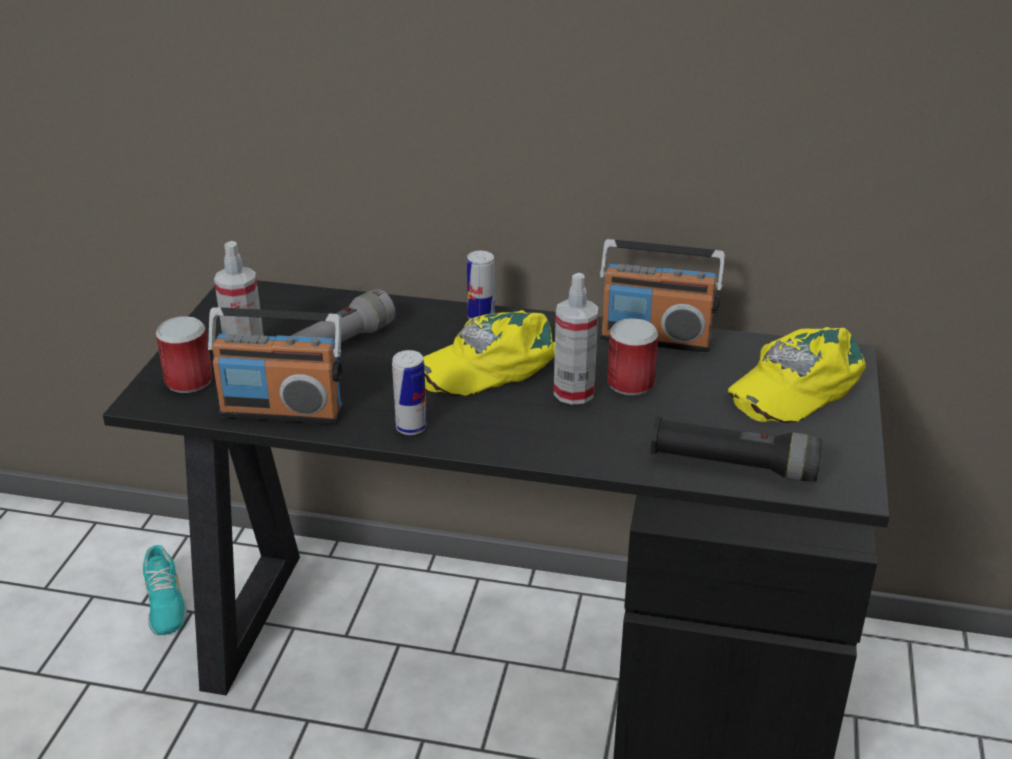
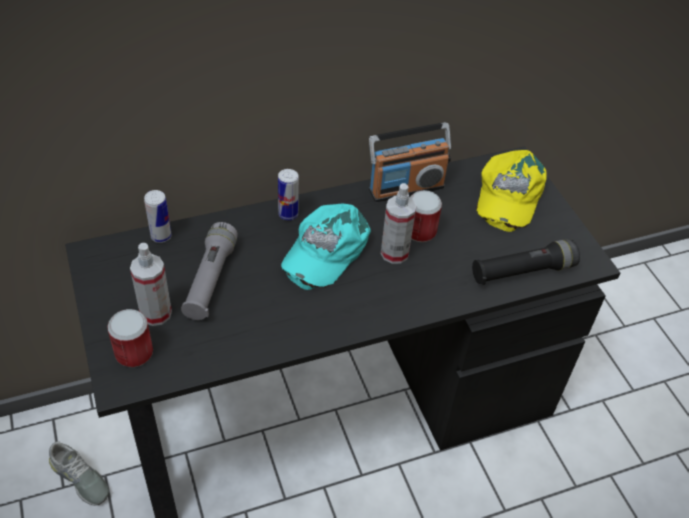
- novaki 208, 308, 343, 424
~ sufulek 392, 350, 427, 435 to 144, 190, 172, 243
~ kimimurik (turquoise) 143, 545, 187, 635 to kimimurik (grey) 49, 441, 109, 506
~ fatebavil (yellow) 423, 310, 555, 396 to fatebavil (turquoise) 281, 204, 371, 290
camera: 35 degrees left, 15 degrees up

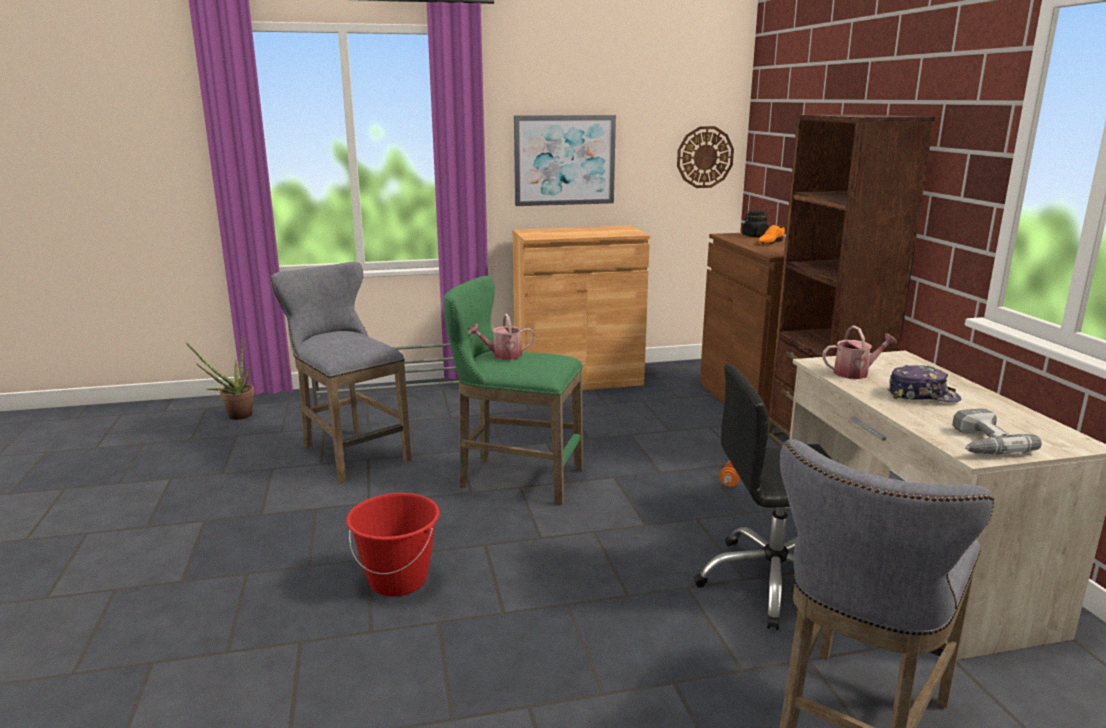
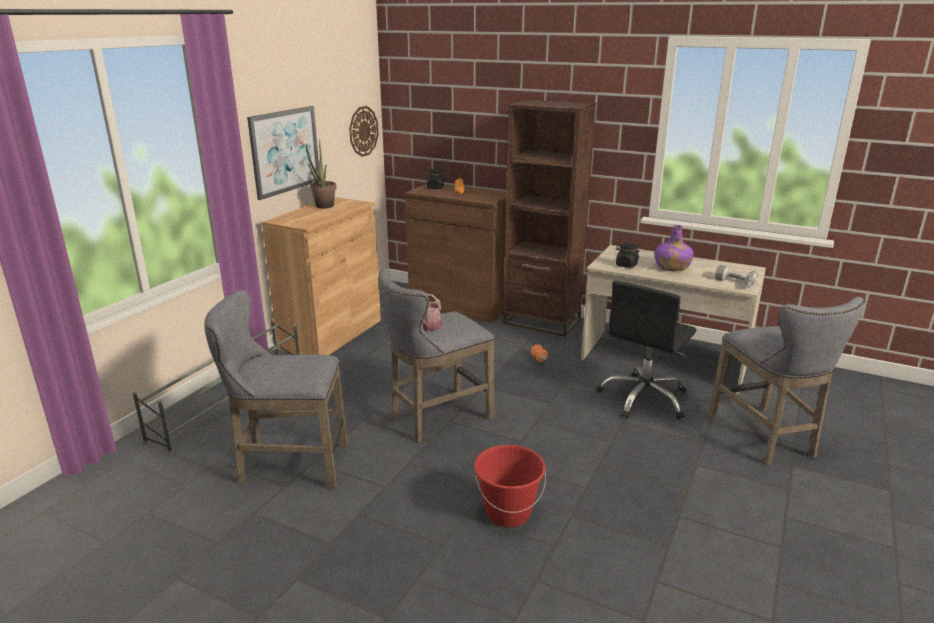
~ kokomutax 186, 336, 255, 420 to 306, 139, 336, 208
~ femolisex 822, 325, 897, 379 to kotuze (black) 616, 243, 640, 268
~ fatebavil 887, 365, 961, 402 to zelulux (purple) 655, 225, 694, 272
~ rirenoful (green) 444, 276, 583, 505 to rirenoful (grey) 378, 268, 494, 443
camera: 50 degrees left, 5 degrees up

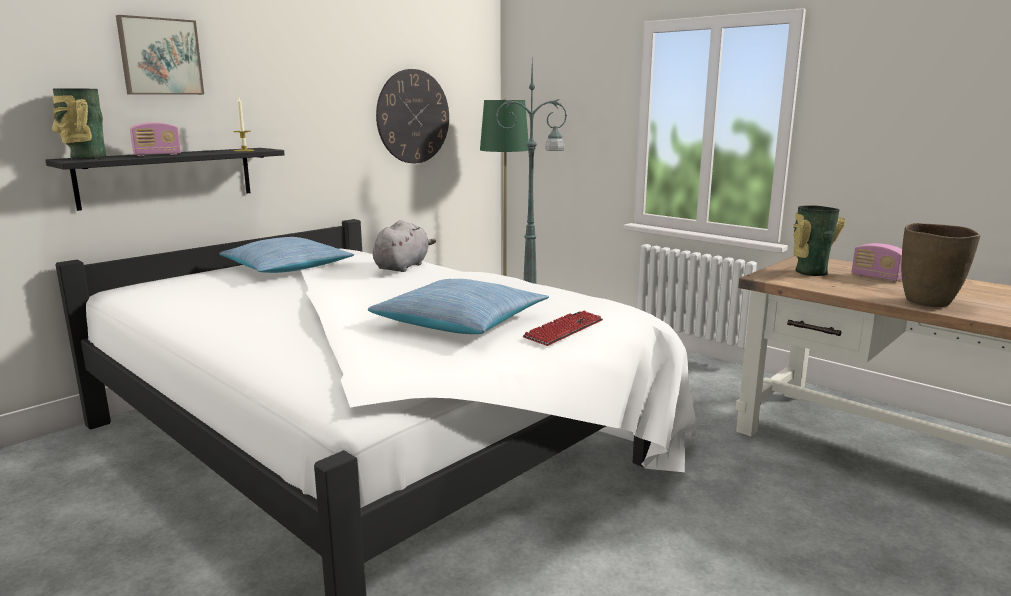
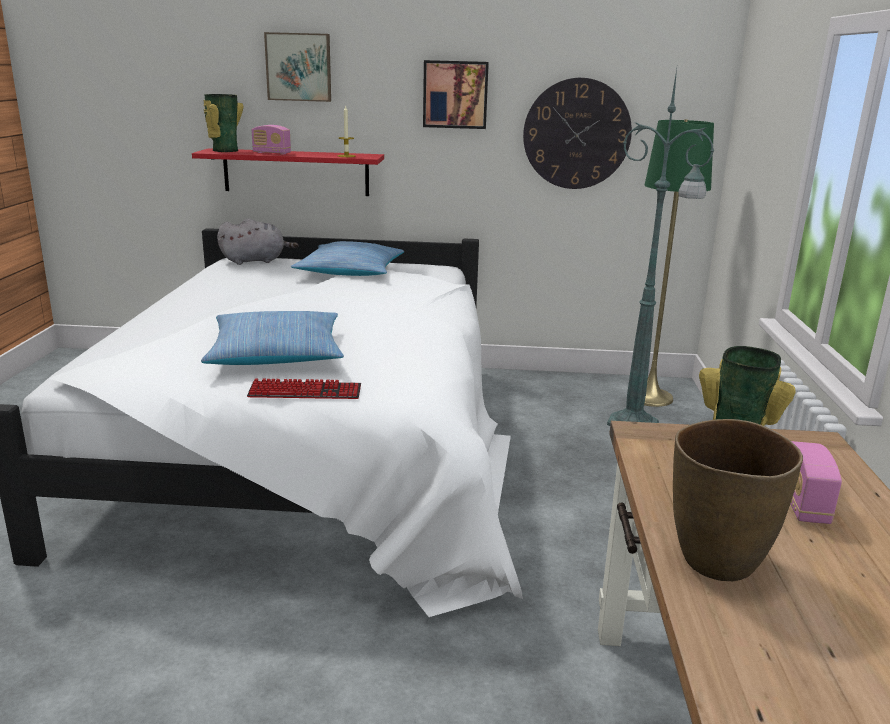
+ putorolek 423, 60, 489, 129
~ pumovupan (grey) 373, 220, 436, 272 to 217, 219, 298, 265
~ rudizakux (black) 45, 148, 284, 211 to rudizakux (red) 192, 148, 384, 196
camera: 50 degrees right, 5 degrees up

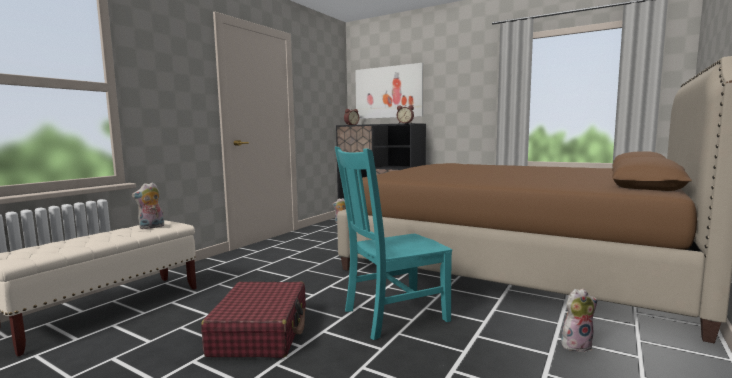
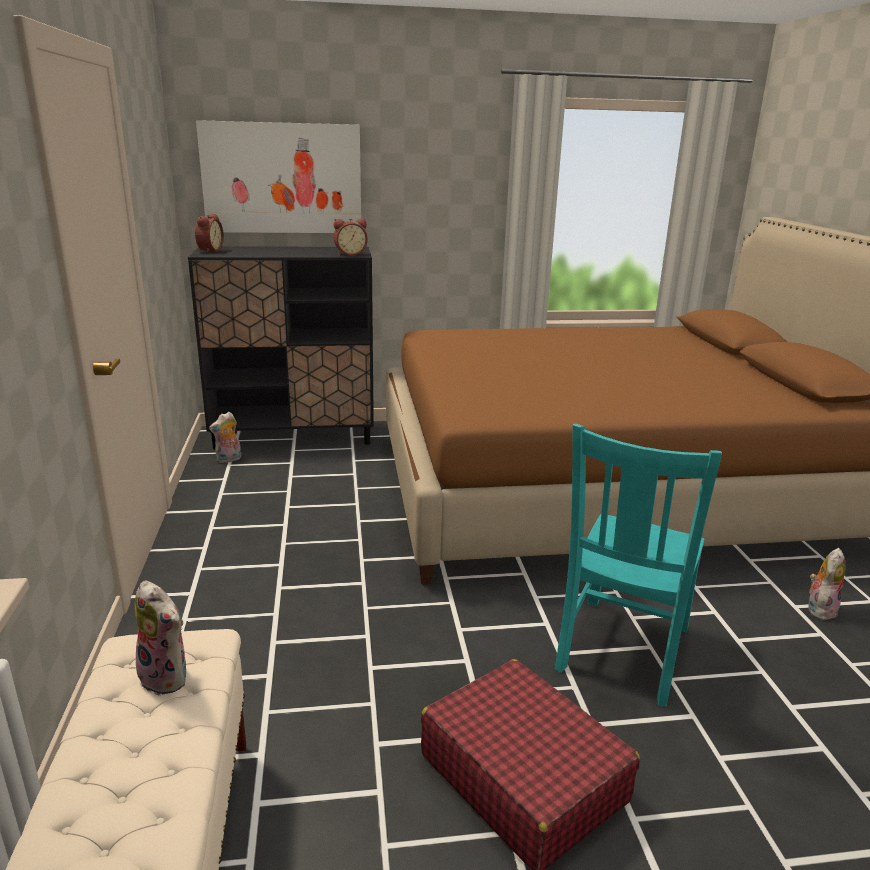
~ pumovupan 132, 182, 164, 229 = 135, 580, 186, 696 60 degrees counterclockwise
camera: 40 degrees left, 15 degrees up

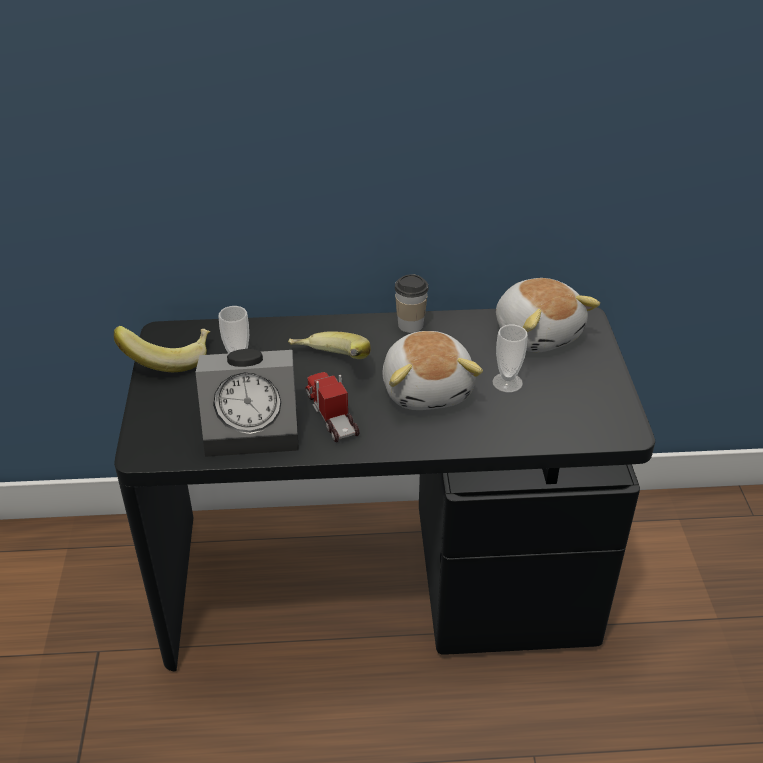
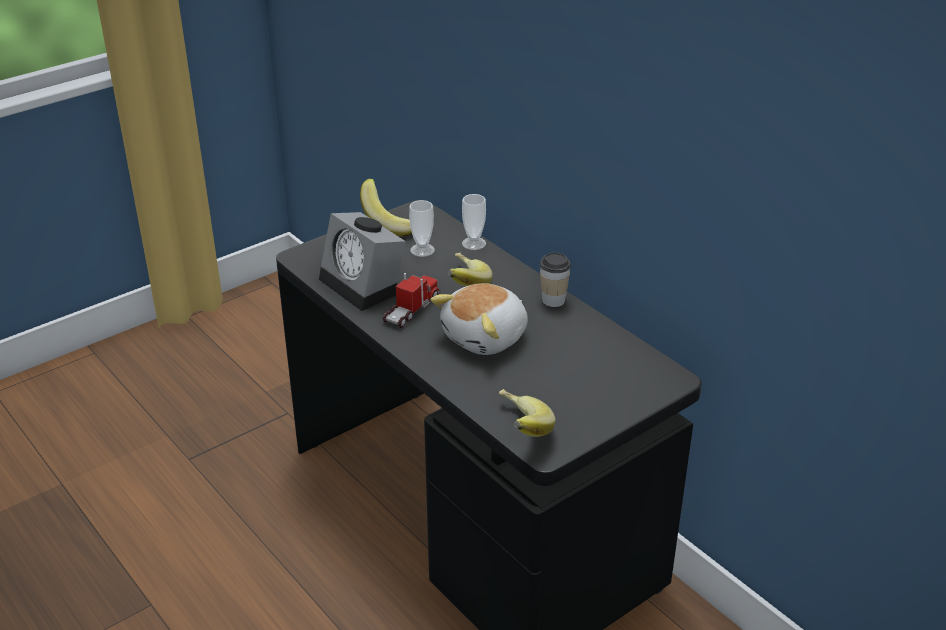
- pumovupan 496, 278, 600, 352
+ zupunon 499, 389, 556, 437
~ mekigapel 492, 325, 528, 393 to 462, 194, 486, 250
camera: 55 degrees right, 5 degrees down

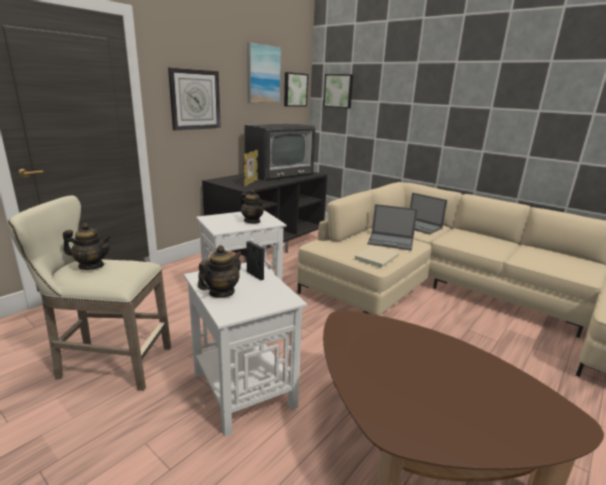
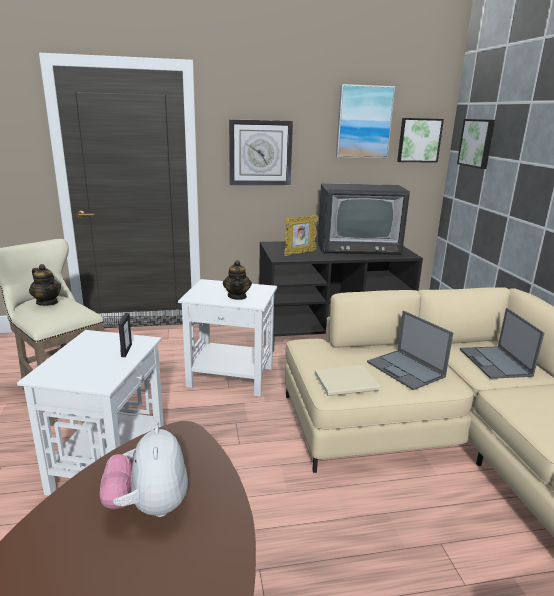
- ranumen 198, 245, 242, 298
+ pumovupan 100, 425, 188, 517
camera: 40 degrees right, 0 degrees up

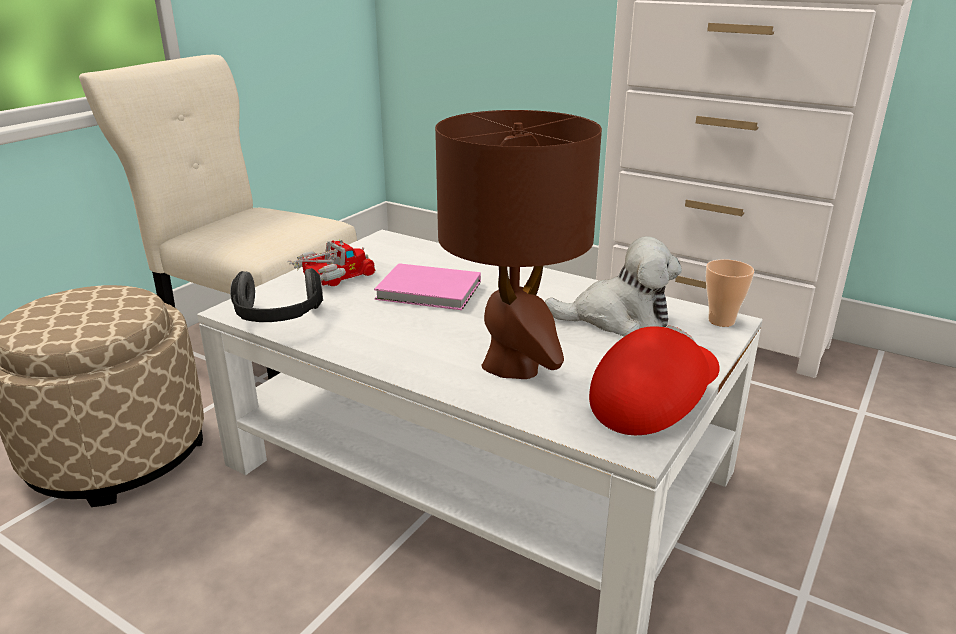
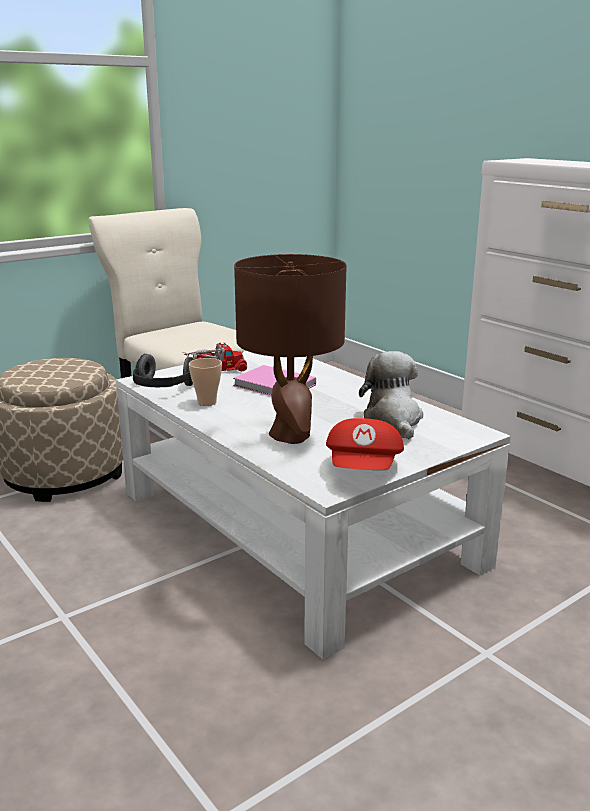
~ mekigapel 706, 259, 754, 327 to 189, 358, 222, 406
~ pumovupan 545, 236, 682, 337 = 359, 351, 423, 439 120 degrees counterclockwise
~ fatebavil (red) 589, 325, 720, 435 = 326, 418, 404, 470 120 degrees clockwise
camera: 20 degrees right, 5 degrees down

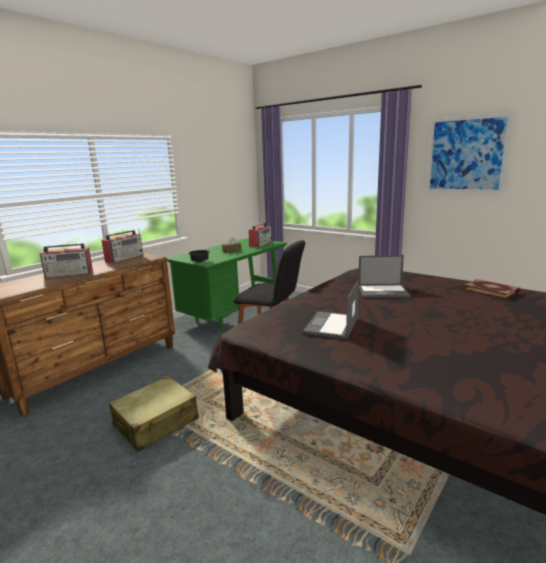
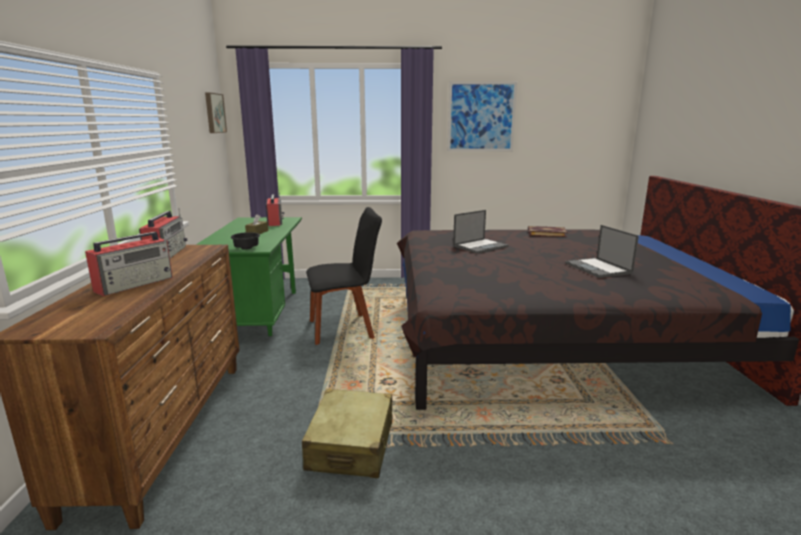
+ putorolek 205, 92, 227, 133
~ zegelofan 303, 281, 359, 339 to 565, 225, 639, 278
camera: 40 degrees left, 0 degrees up

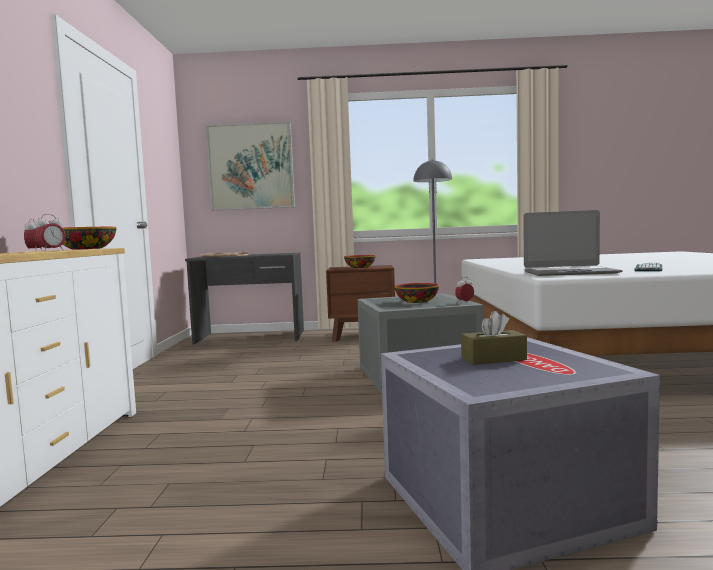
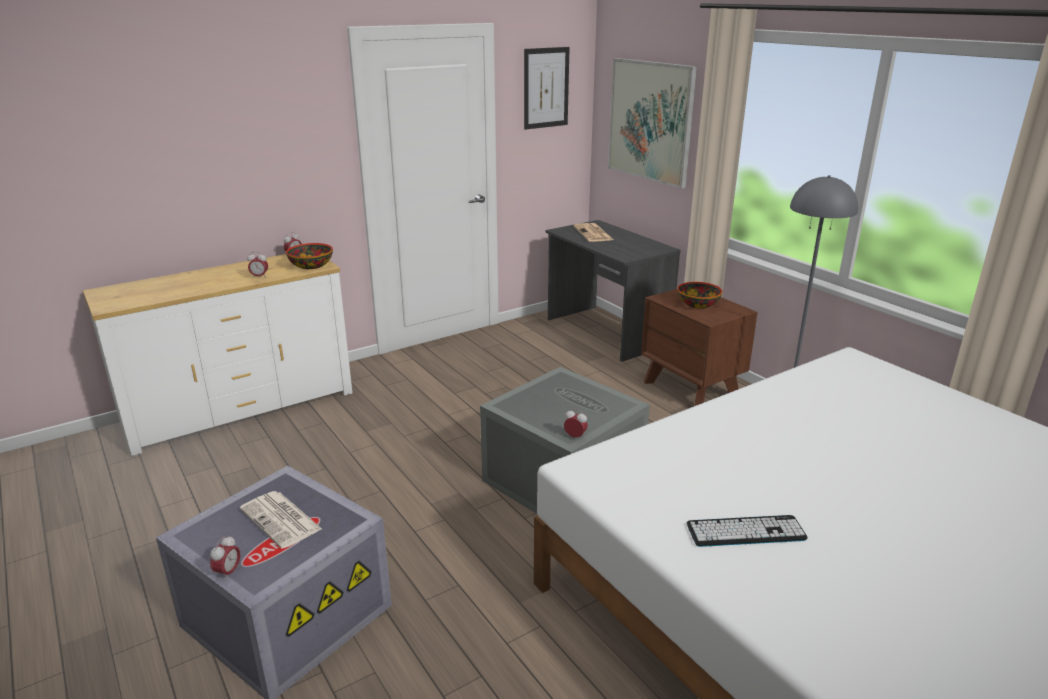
- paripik 394, 283, 439, 303
- zegelofan 523, 210, 623, 276
+ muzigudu 210, 536, 240, 581
+ putorolek 524, 47, 570, 130
~ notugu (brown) 461, 311, 527, 365 to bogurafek 240, 491, 322, 549
camera: 55 degrees right, 20 degrees up

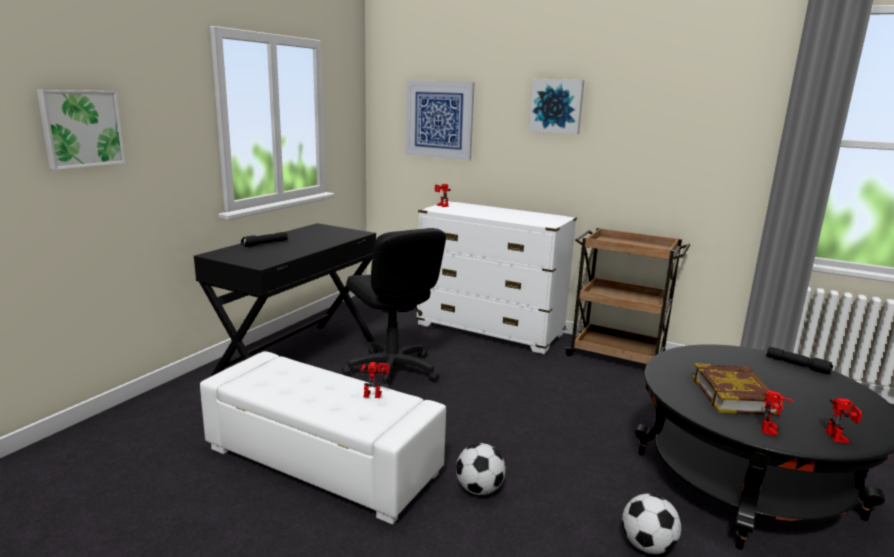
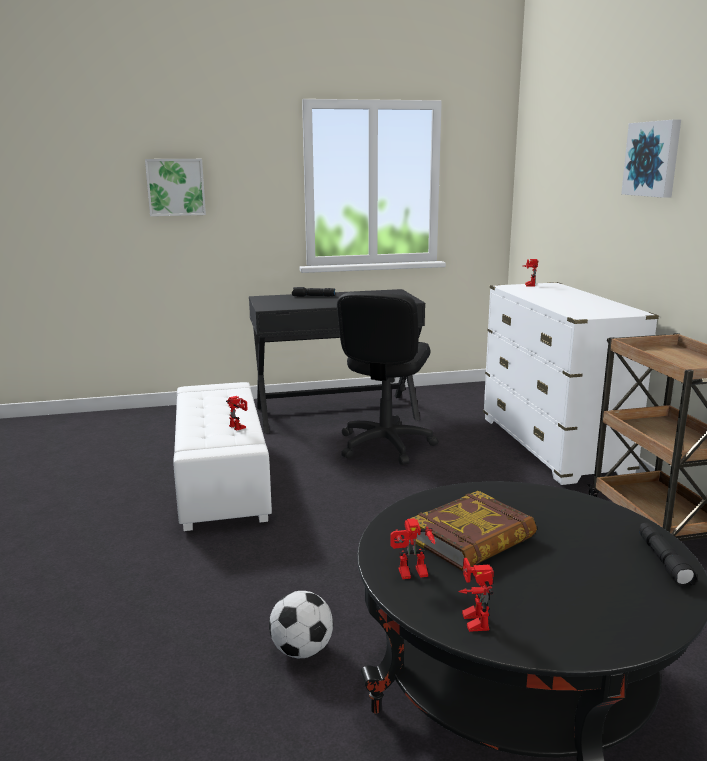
- putorolek 406, 80, 475, 161
- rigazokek 456, 443, 506, 495
~ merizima 825, 398, 862, 443 = 458, 558, 494, 632 120 degrees clockwise
camera: 50 degrees right, 0 degrees up

